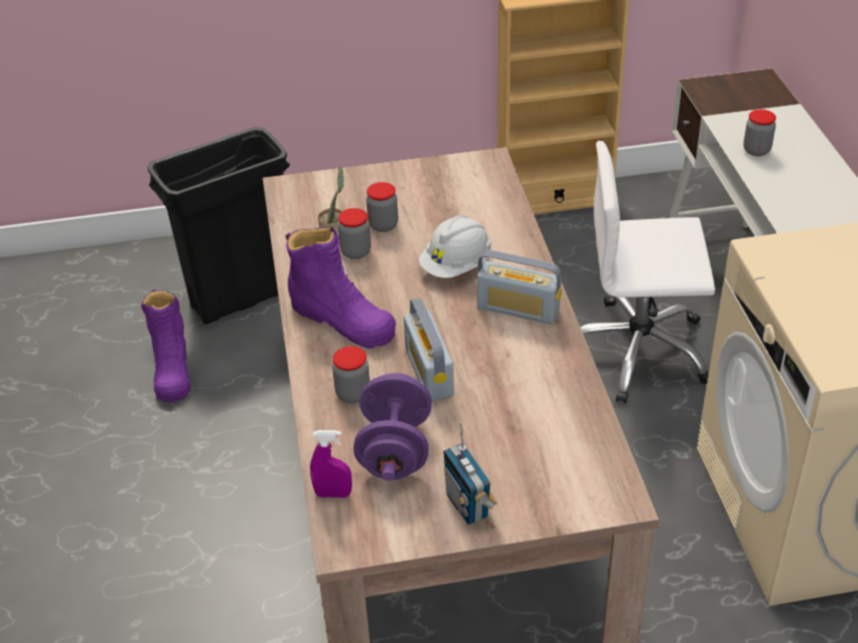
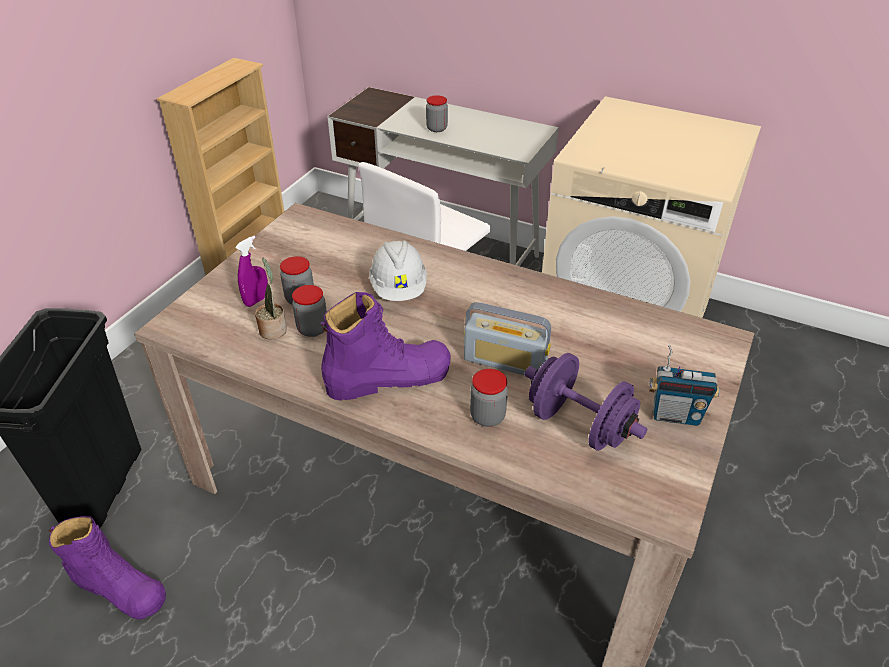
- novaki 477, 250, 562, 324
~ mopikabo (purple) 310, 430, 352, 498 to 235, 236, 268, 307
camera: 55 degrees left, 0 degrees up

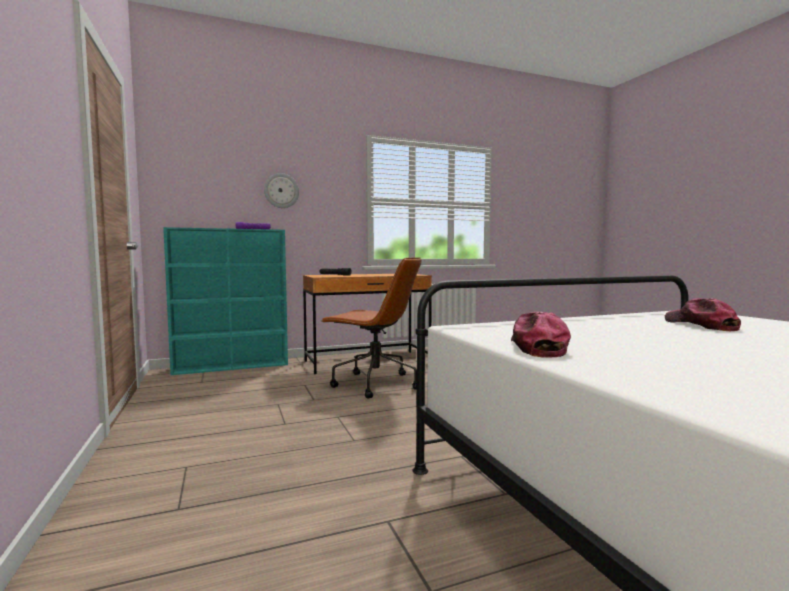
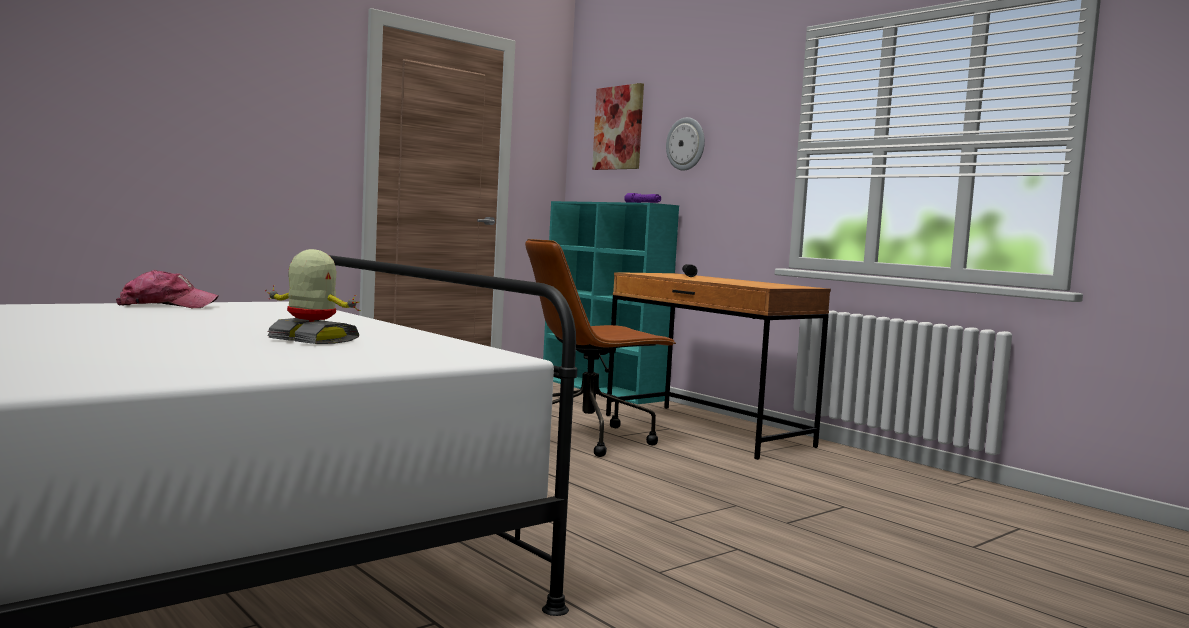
+ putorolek 592, 83, 644, 170
~ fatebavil 665, 298, 741, 331 to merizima 265, 249, 360, 344
~ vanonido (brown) 321, 257, 422, 399 = 525, 239, 676, 457 60 degrees clockwise
camera: 70 degrees right, 0 degrees up

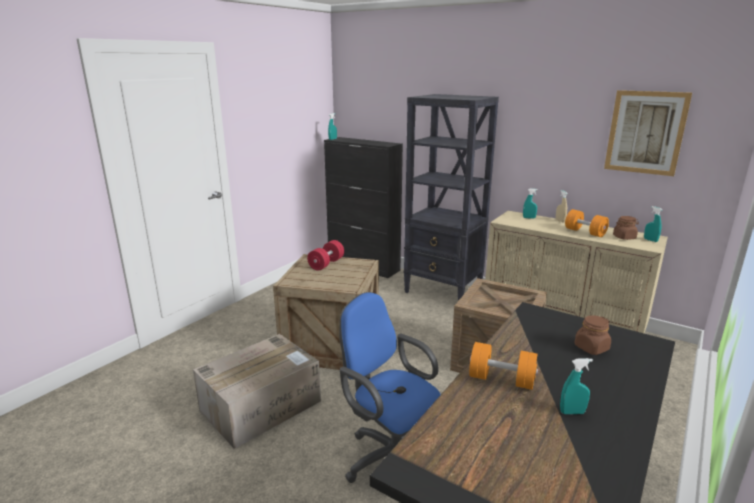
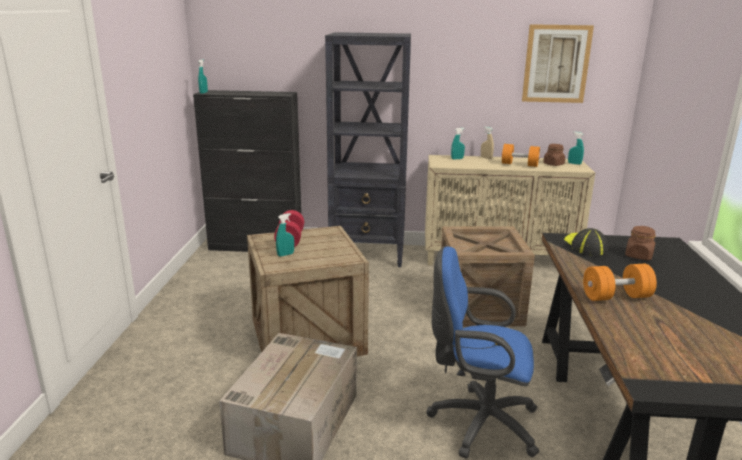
+ fatebavil 564, 228, 608, 256
~ mopikabo (turquoise) 560, 358, 593, 414 to 276, 213, 294, 257
camera: 30 degrees left, 0 degrees up

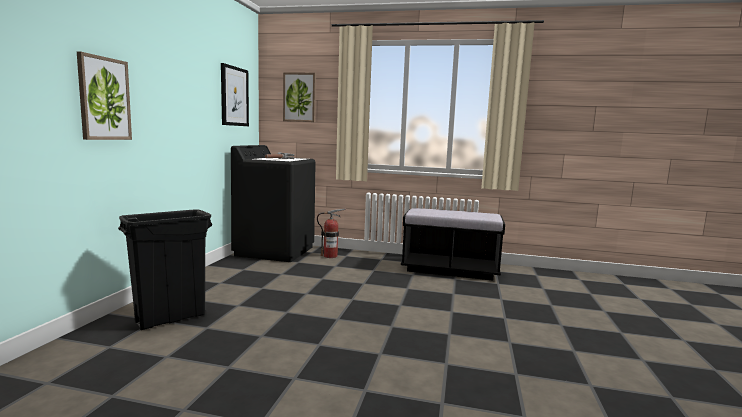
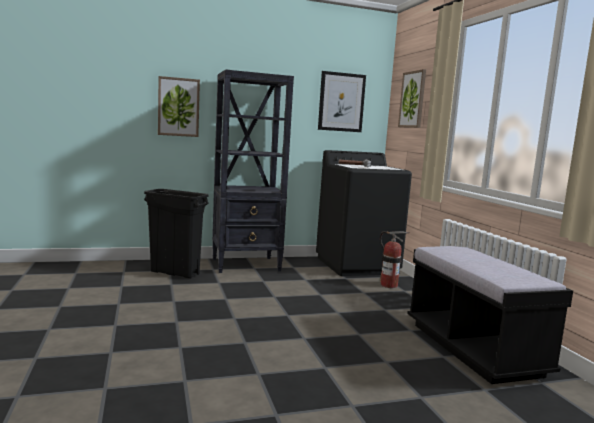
+ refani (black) 212, 69, 294, 273
camera: 60 degrees right, 0 degrees up

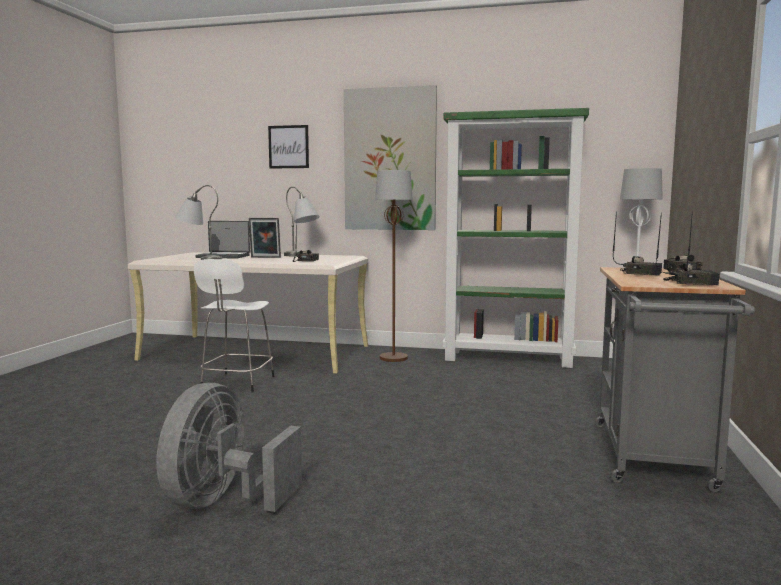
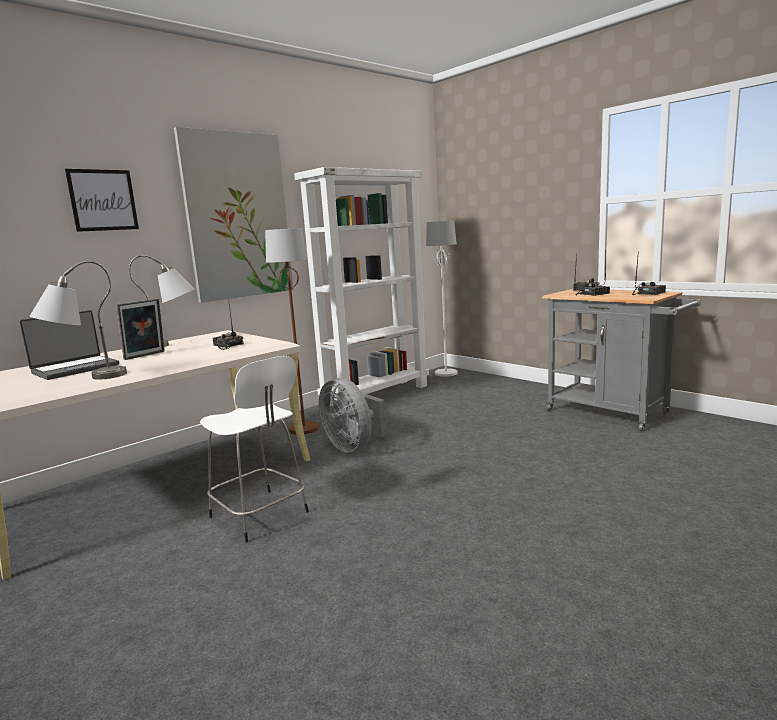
~ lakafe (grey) 157, 383, 302, 512 to 319, 378, 387, 453
~ refani (green) 443, 108, 589, 368 to refani (white) 294, 167, 429, 413
camera: 55 degrees left, 5 degrees up

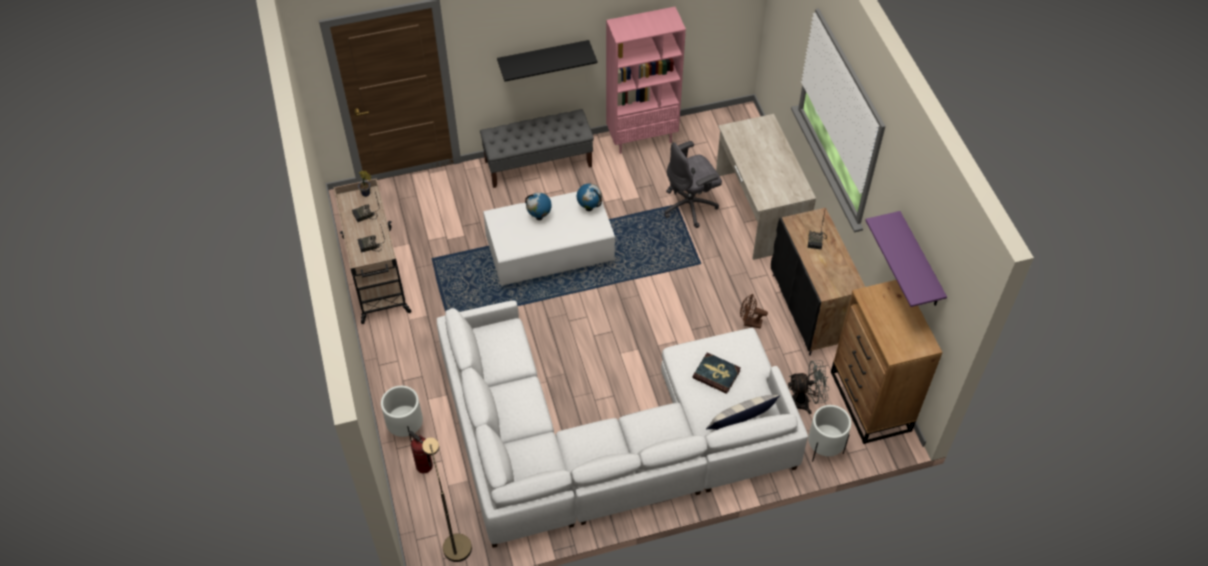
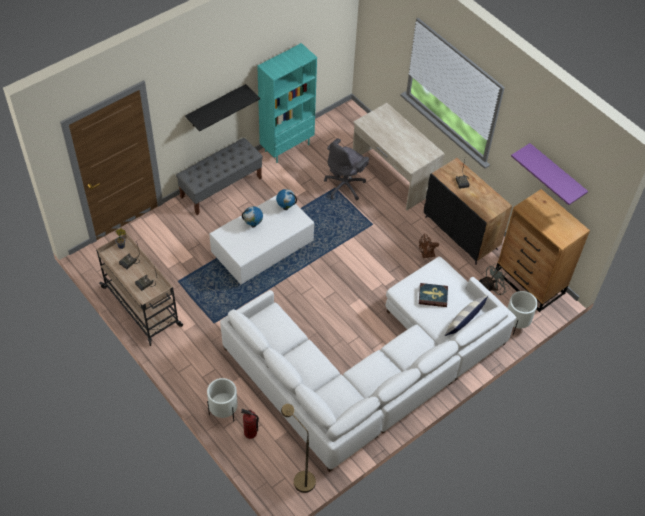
~ refani (pink) 606, 7, 686, 154 to refani (turquoise) 257, 43, 317, 163
camera: 25 degrees left, 0 degrees up

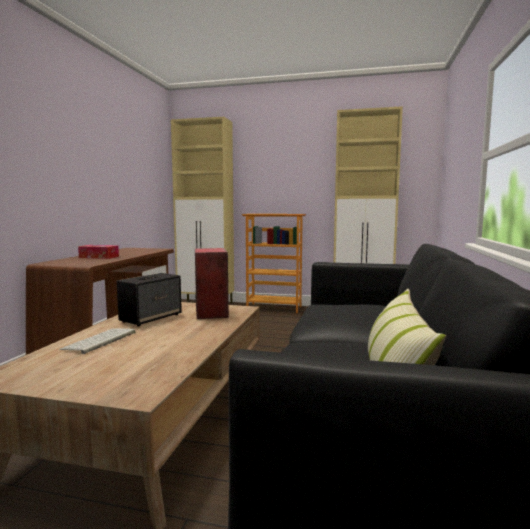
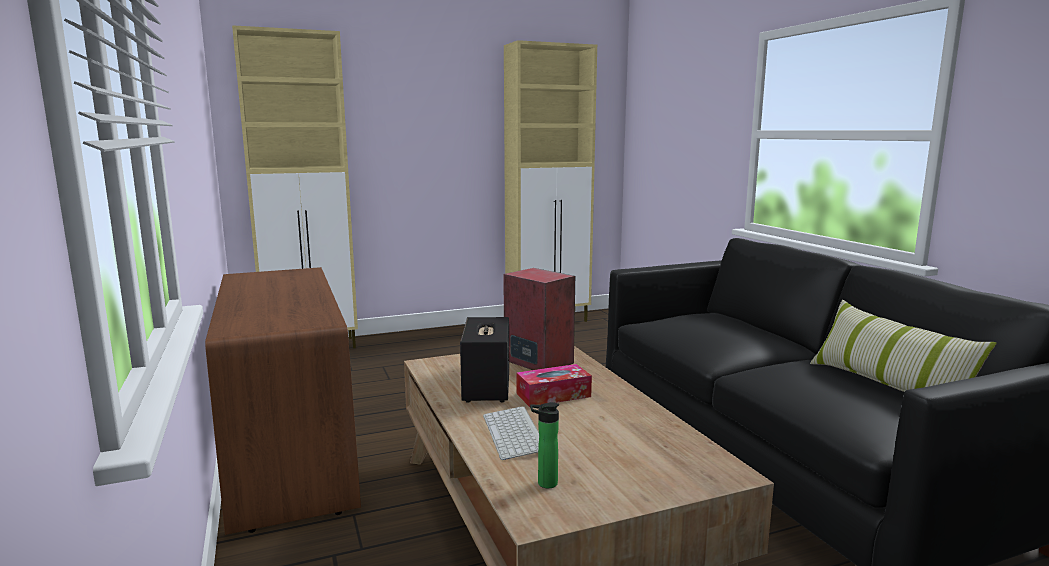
- refani 242, 214, 306, 313
+ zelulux 530, 402, 559, 488
~ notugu 78, 245, 119, 259 to 517, 364, 592, 407
camera: 35 degrees left, 5 degrees up

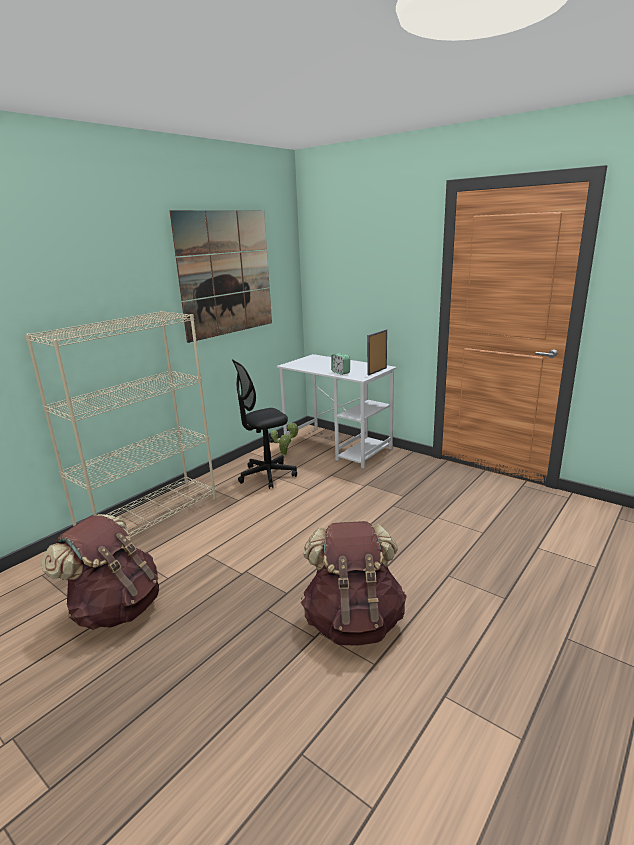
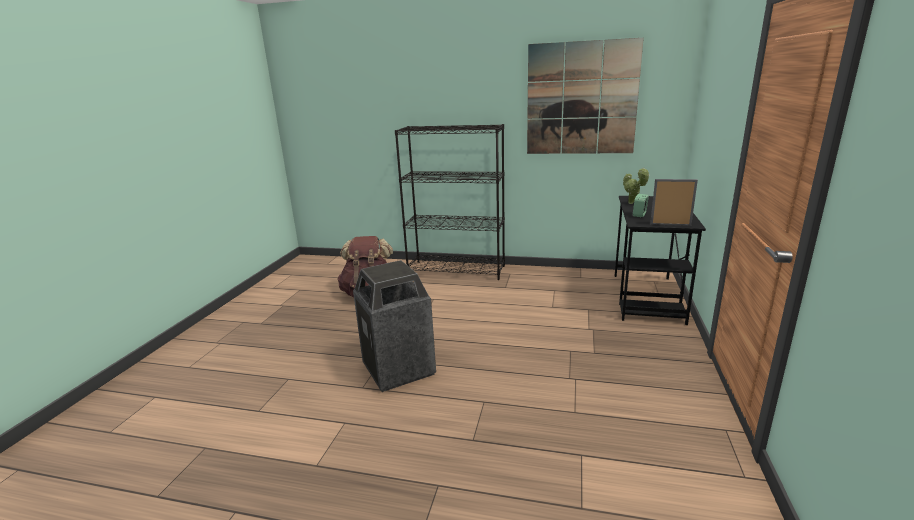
- vanonido (black) 232, 359, 297, 489
~ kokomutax 271, 422, 299, 456 to 623, 168, 650, 204
~ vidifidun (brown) 301, 521, 407, 646 to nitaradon 353, 260, 436, 392
~ refani (beige) 25, 311, 216, 537 to refani (black) 395, 124, 505, 280
~ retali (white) 277, 354, 397, 468 to retali (black) 615, 196, 706, 325
camera: 65 degrees right, 0 degrees up

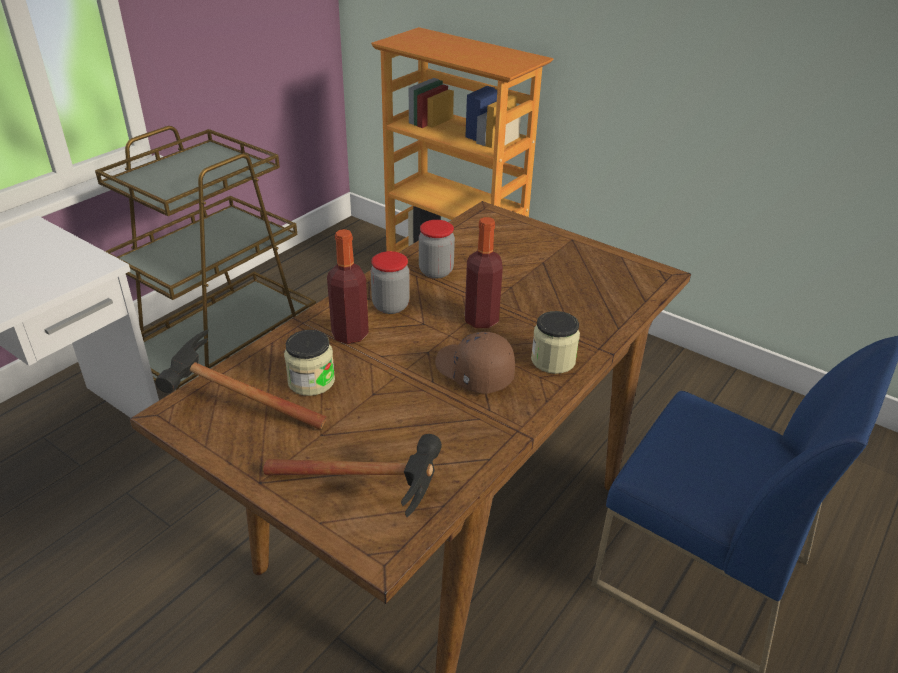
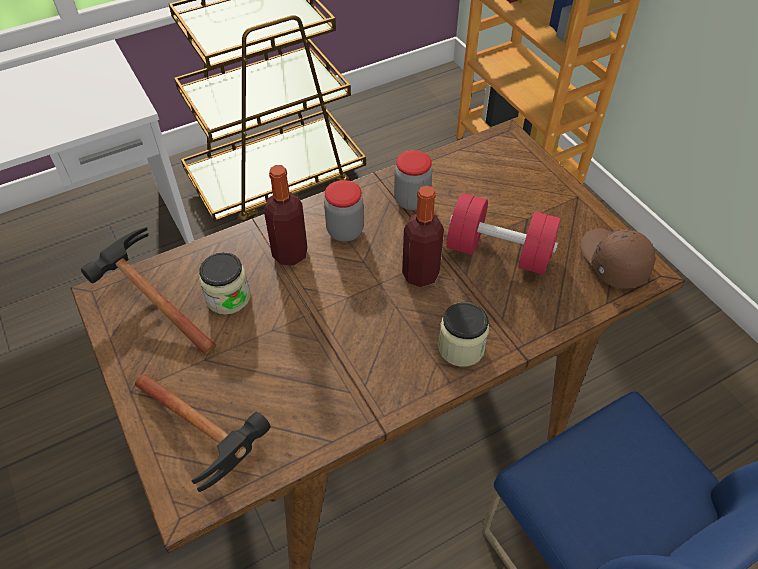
+ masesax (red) 447, 193, 561, 275
~ fatebavil (brown) 435, 332, 515, 394 to 580, 228, 655, 289
camera: 25 degrees right, 15 degrees up

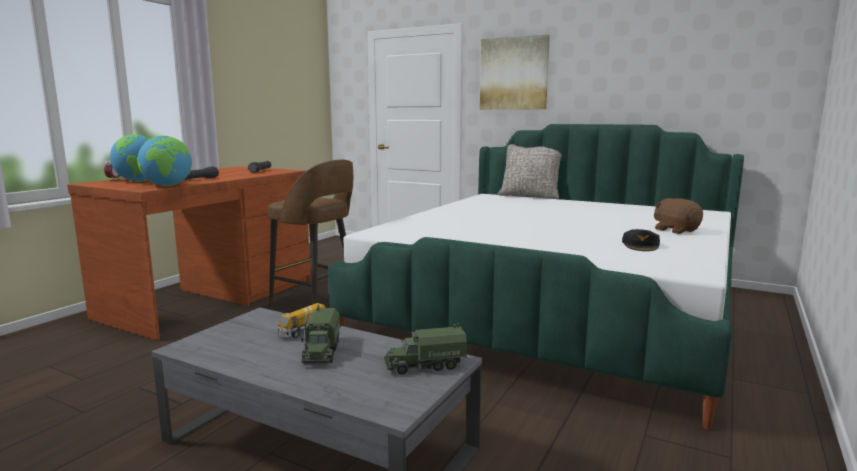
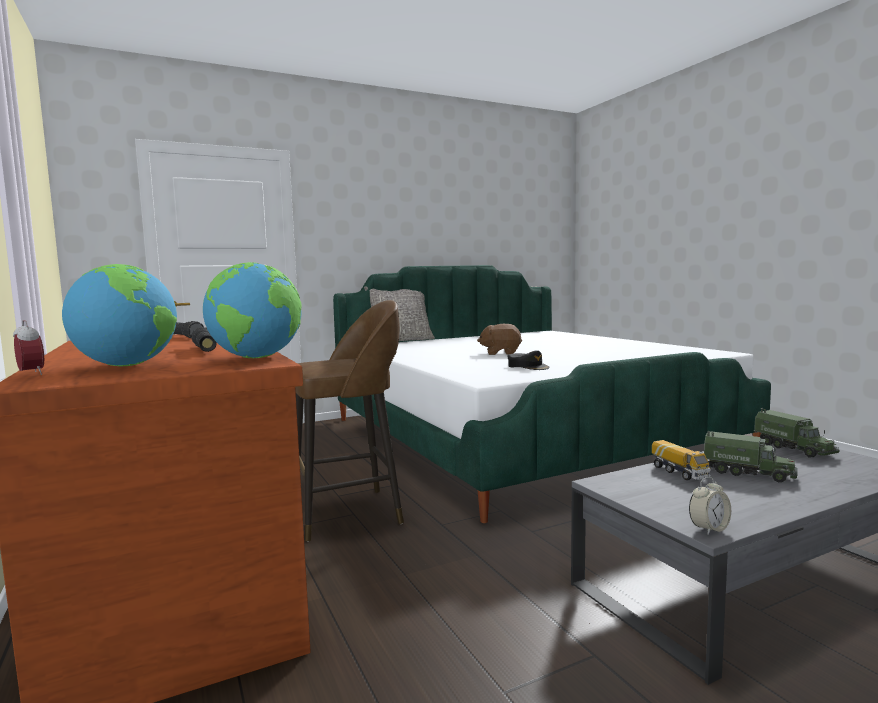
- putorolek 480, 34, 550, 110
+ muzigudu 689, 477, 731, 535
~ fatebavil (black) 622, 229, 660, 251 to 507, 350, 550, 370
~ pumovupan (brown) 654, 198, 703, 234 to 477, 324, 522, 355
~ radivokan 384, 322, 467, 375 = 754, 408, 840, 457 45 degrees counterclockwise
camera: 55 degrees left, 5 degrees down

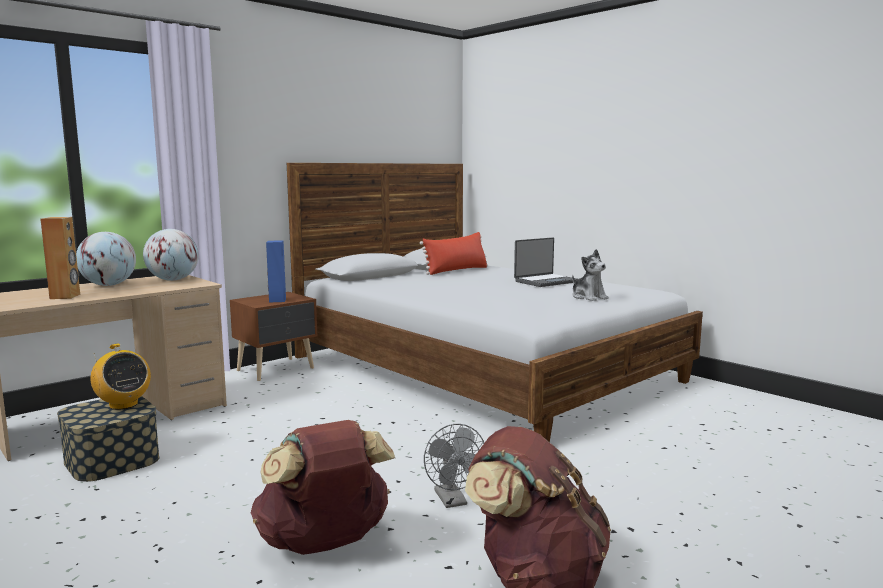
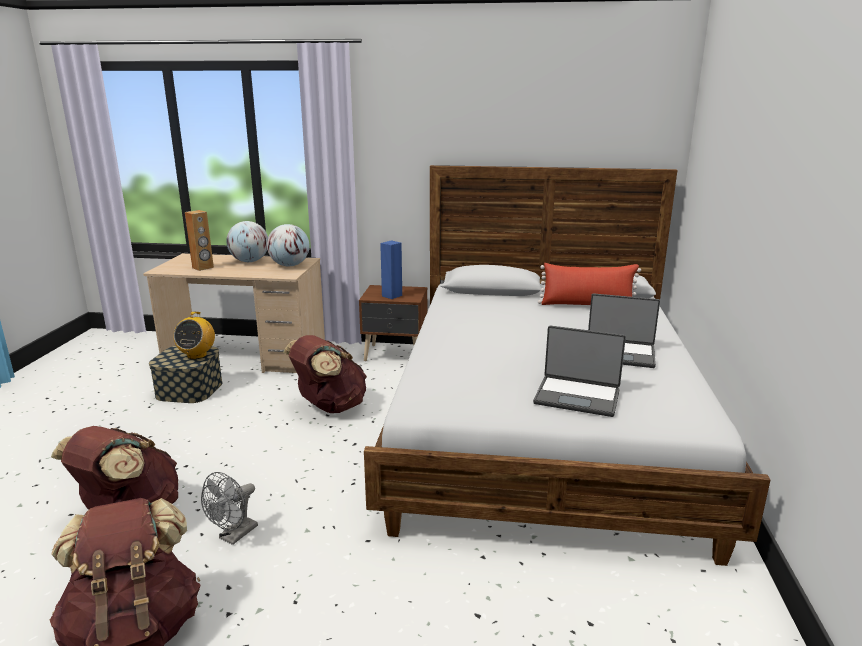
+ vidifidun (brown) 283, 335, 367, 413
~ pumovupan 572, 249, 609, 301 to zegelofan 533, 325, 626, 417
camera: 50 degrees right, 10 degrees up

